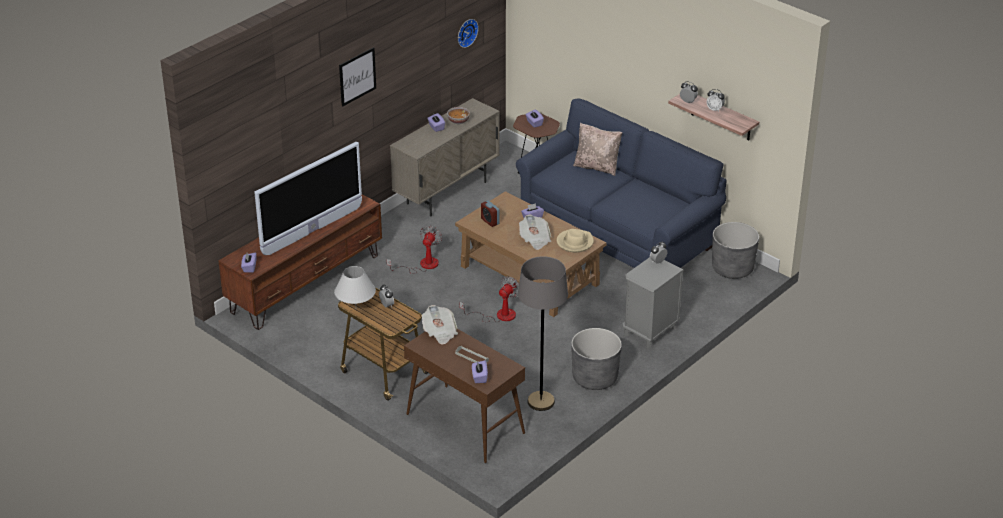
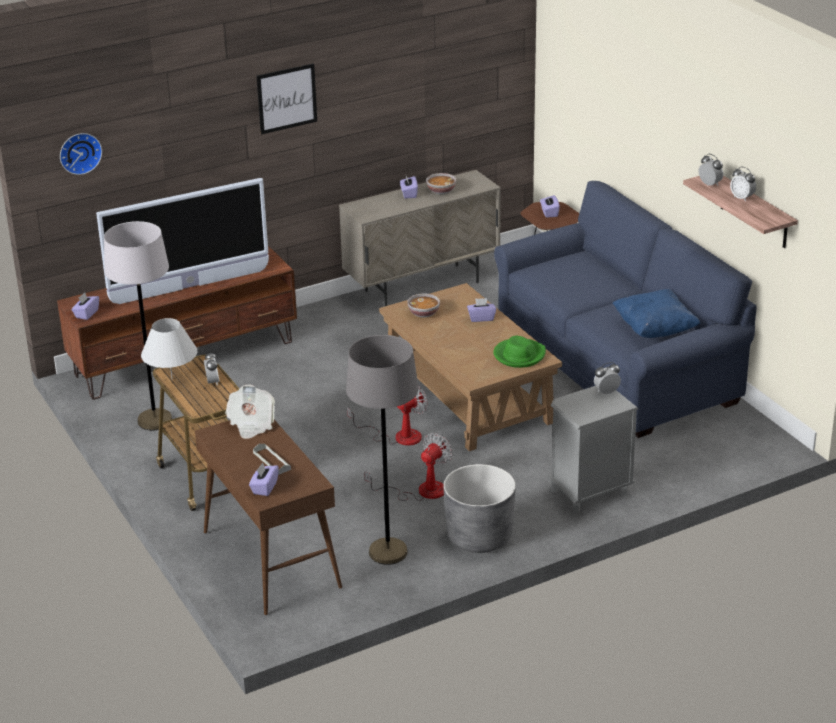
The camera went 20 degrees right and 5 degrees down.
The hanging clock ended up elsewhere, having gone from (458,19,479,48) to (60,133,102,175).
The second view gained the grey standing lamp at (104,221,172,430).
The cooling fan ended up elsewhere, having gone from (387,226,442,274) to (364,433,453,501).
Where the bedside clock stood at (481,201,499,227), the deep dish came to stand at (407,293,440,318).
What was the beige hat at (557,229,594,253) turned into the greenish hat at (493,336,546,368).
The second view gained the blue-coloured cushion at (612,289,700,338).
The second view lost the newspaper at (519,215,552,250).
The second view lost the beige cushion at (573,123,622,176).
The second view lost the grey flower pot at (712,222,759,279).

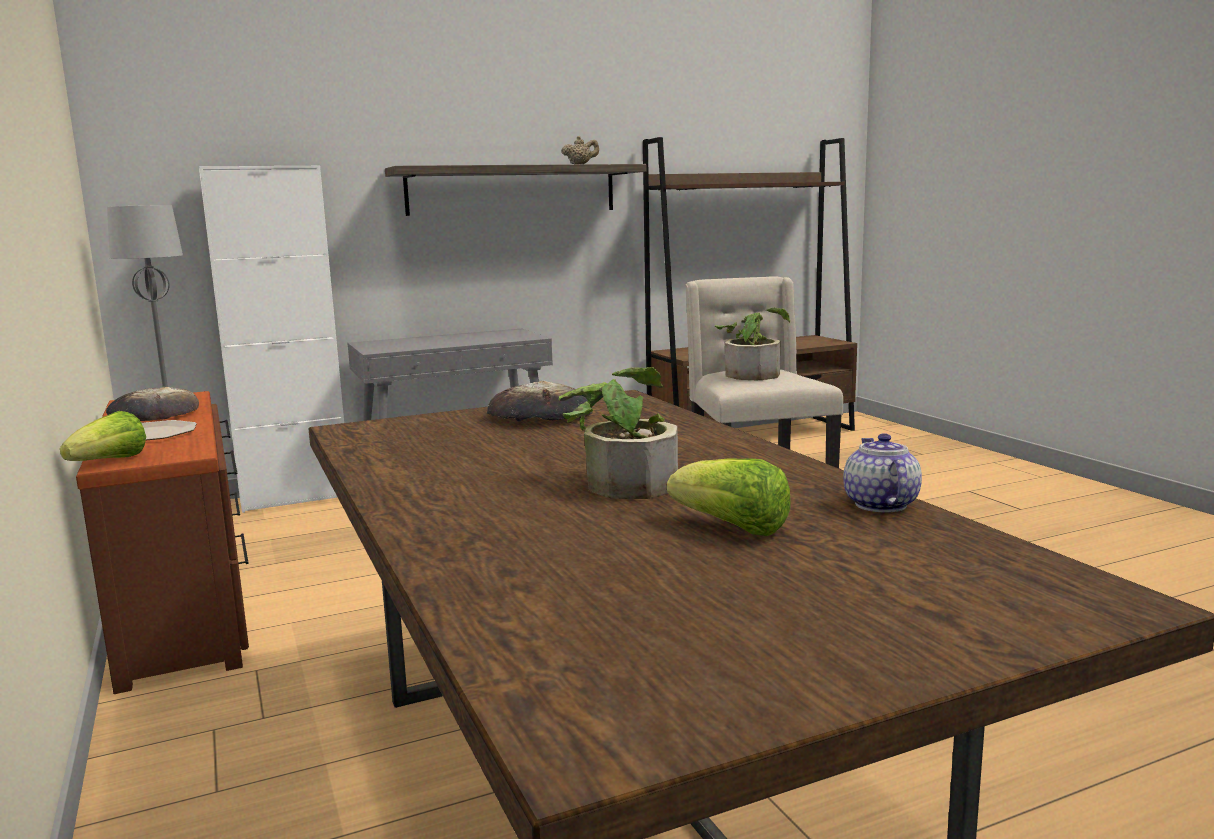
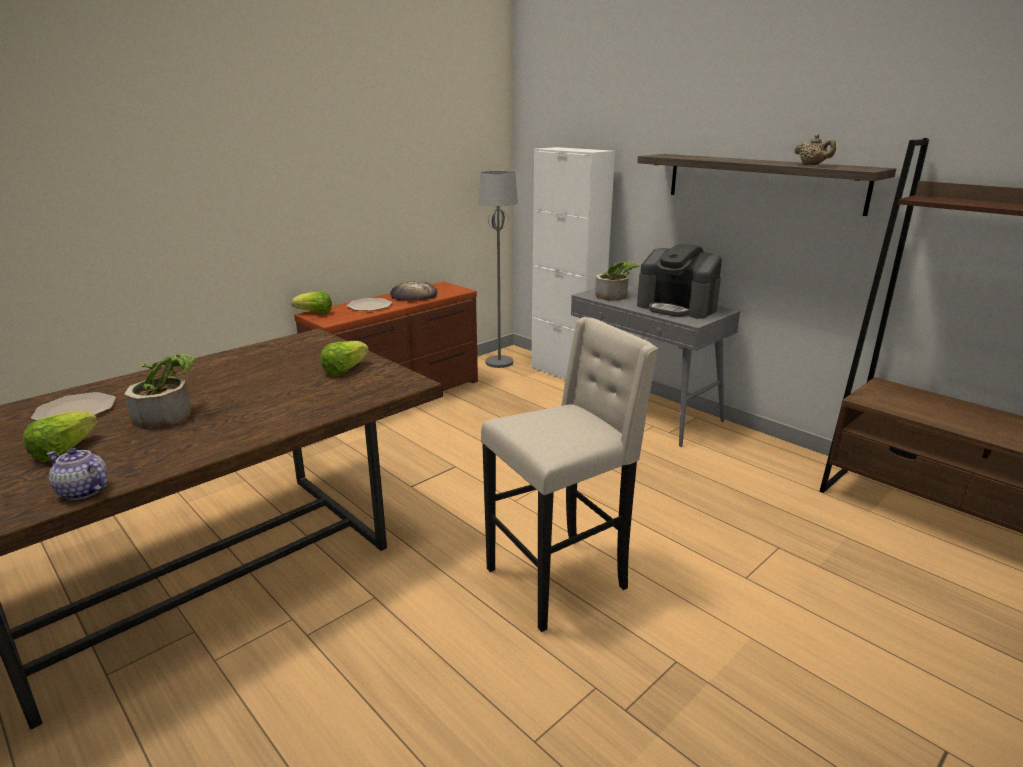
The camera went 70 degrees right and 10 degrees up.
The second view gained the plate at (31,392,116,421).
The pot for tea at (843,433,922,512) ended up facing another way, 135 degrees counterclockwise from before.
Where the bread stood at (487,381,593,422), the lettuce head came to stand at (320,341,369,376).
The potted plant ended up elsewhere, having gone from (715,308,790,380) to (595,260,639,300).
The second view gained the coffee machine at (637,244,722,319).

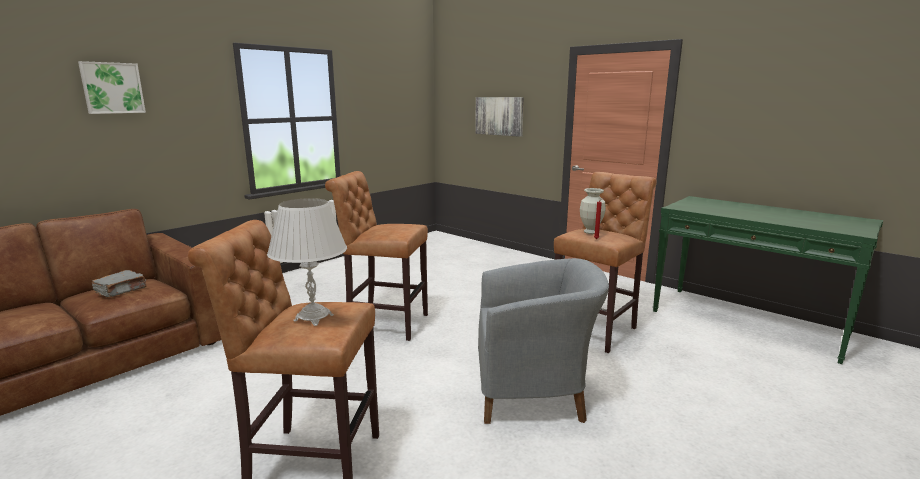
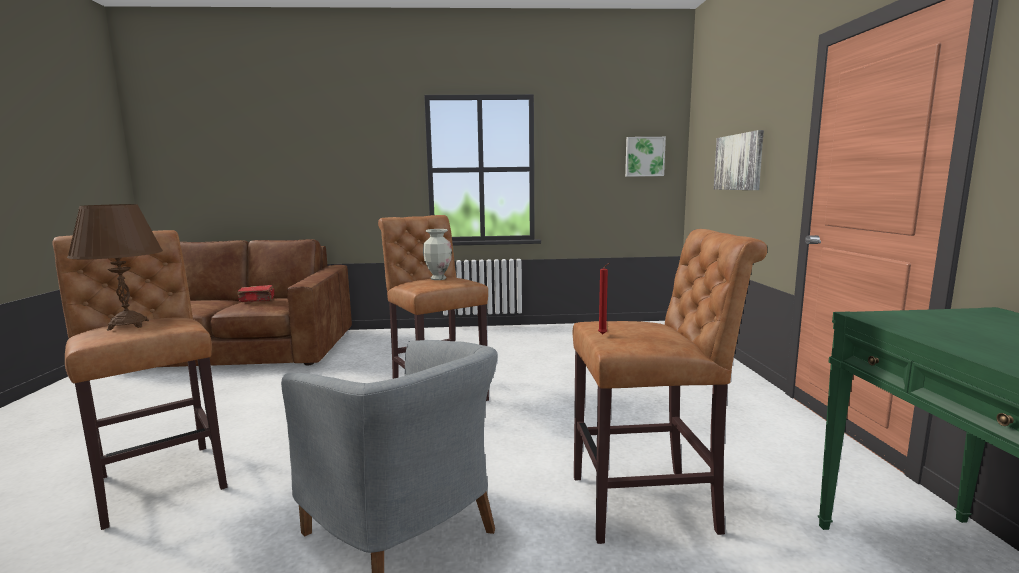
The camera went 45 degrees right and 5 degrees down.
What was the whitish tabletop lamp at (267,198,347,326) turned into the brown-coloured tabletop lamp at (67,204,163,331).
What was the grey bound book at (92,270,147,297) turned into the red bound book at (237,285,274,302).
The vase ended up elsewhere, having gone from (580,188,606,234) to (423,229,452,280).
The wall picture ended up elsewhere, having gone from (78,61,146,114) to (625,137,666,177).

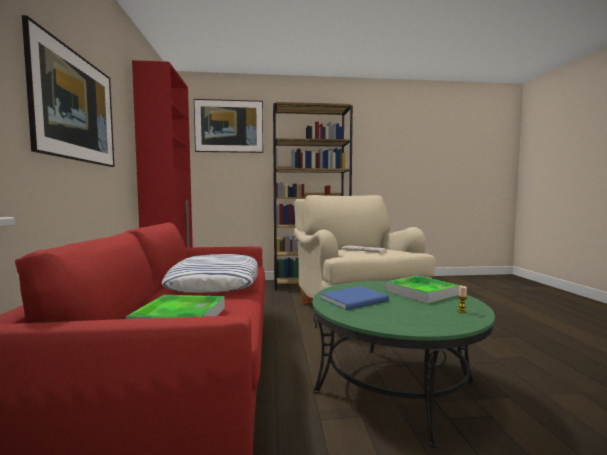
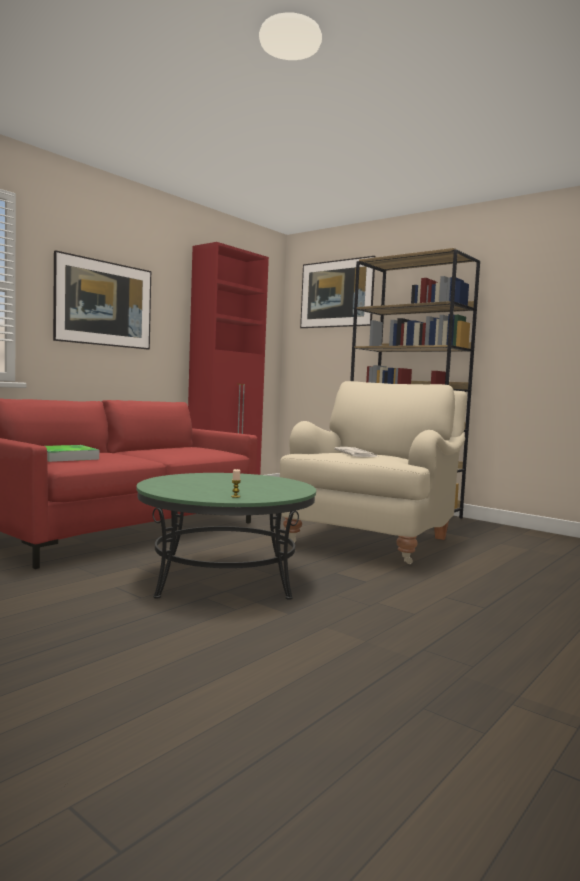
The camera went 45 degrees right and 0 degrees up.
The second view lost the cushion at (161,254,258,293).
The second view lost the blue-coloured bound book at (320,286,389,310).
The second view lost the carrying tray at (386,275,460,304).

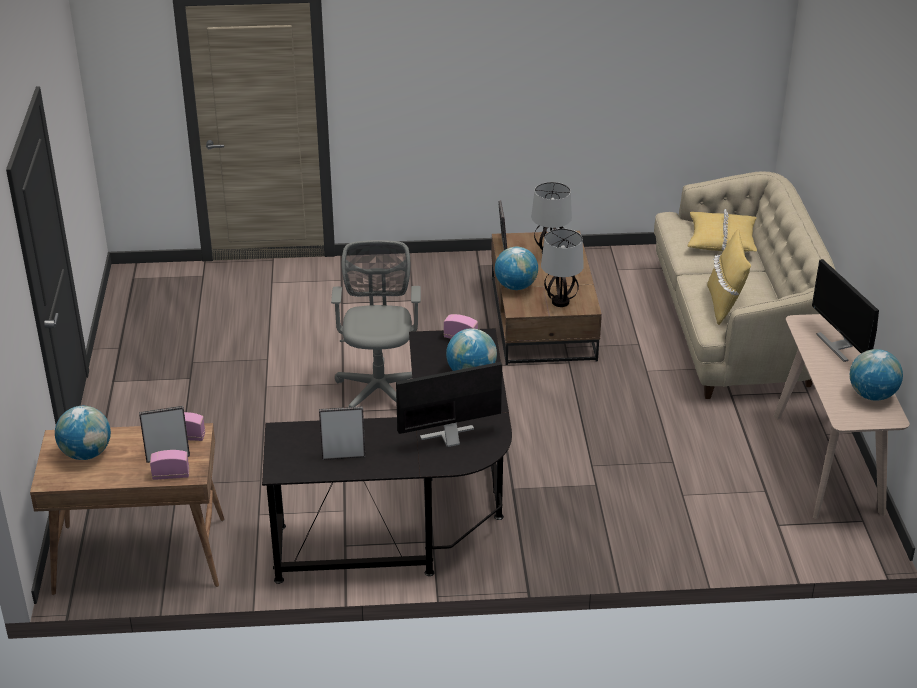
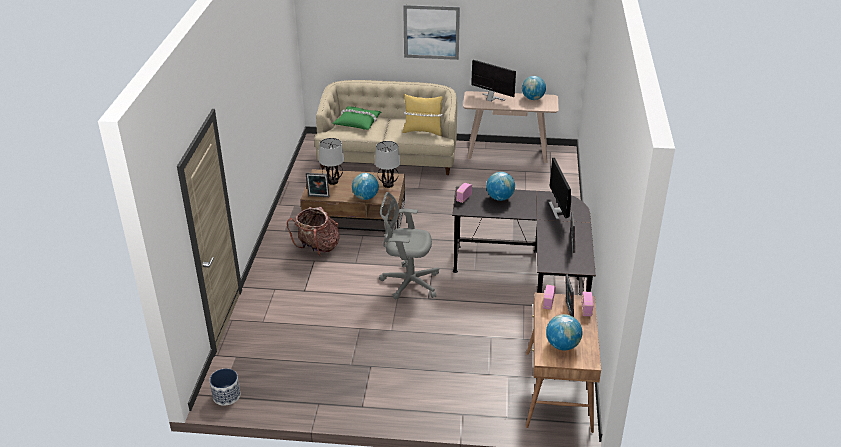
The camera went 80 degrees left and 0 degrees up.
The second view gained the flower pot at (209,369,241,406).
The second view gained the backpack at (287,207,339,256).
What was the yellow-coloured cushion at (687,209,757,252) turned into the greenish cushion at (333,106,381,130).
The second view gained the wall picture at (403,5,460,60).
The computer screen at (812,259,879,362) ended up facing another way, 135 degrees counterclockwise from before.

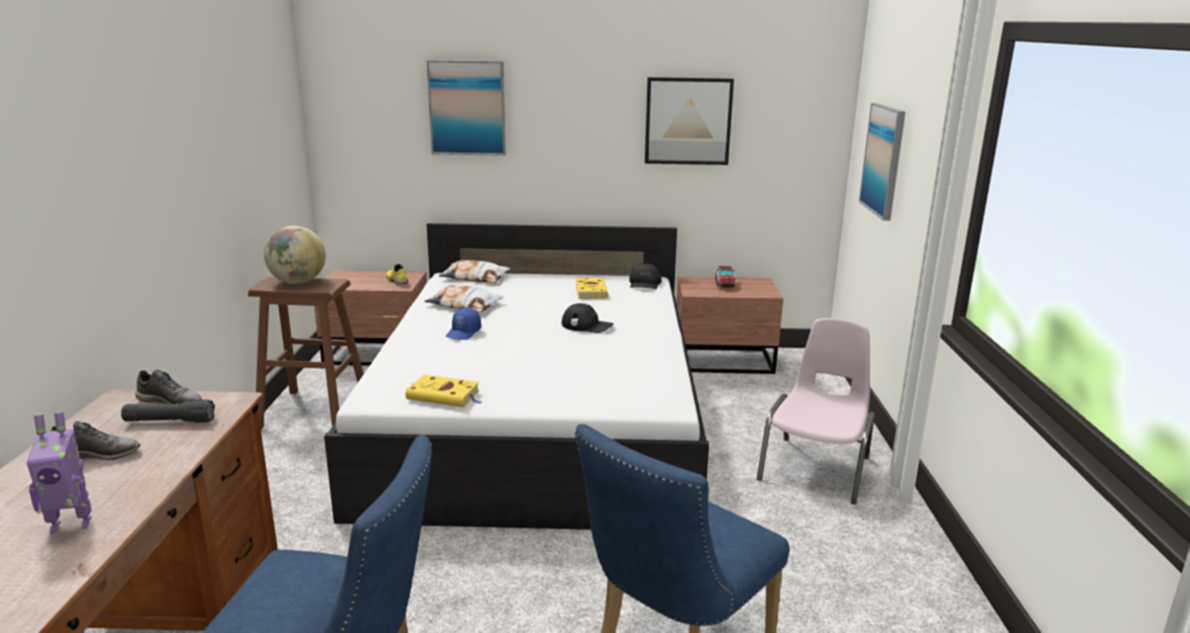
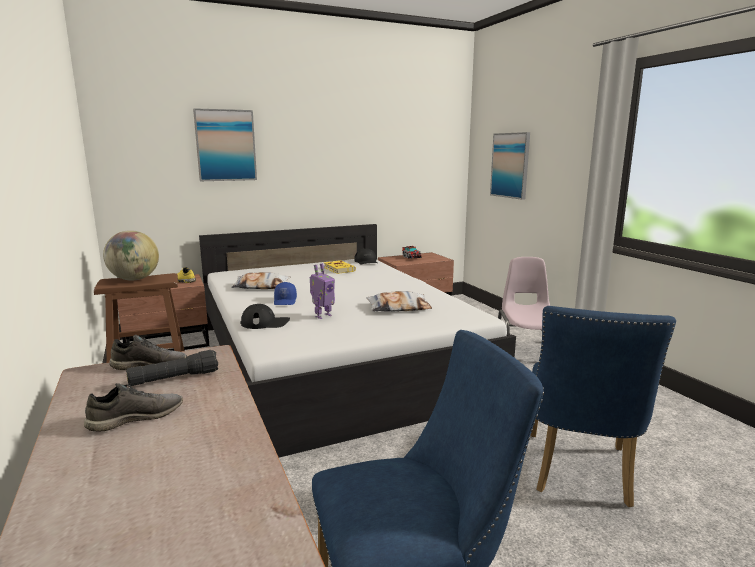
The camera went 25 degrees left and 5 degrees down.
The blackish baseball cap ended up elsewhere, having gone from (562,303,614,333) to (240,304,290,329).
The toy robot ended up elsewhere, having gone from (27,412,91,534) to (310,263,335,319).
The cushion ended up elsewhere, having gone from (439,260,510,283) to (366,291,432,312).
The second view lost the yellow-coloured bound book at (406,375,482,407).
The second view lost the wall picture at (645,77,734,165).

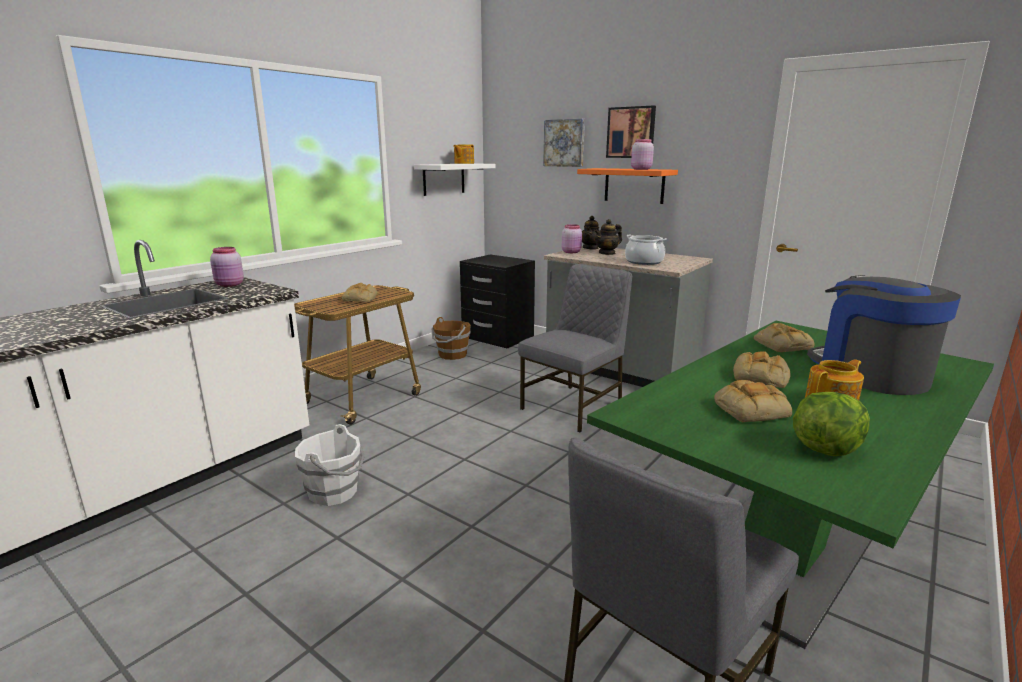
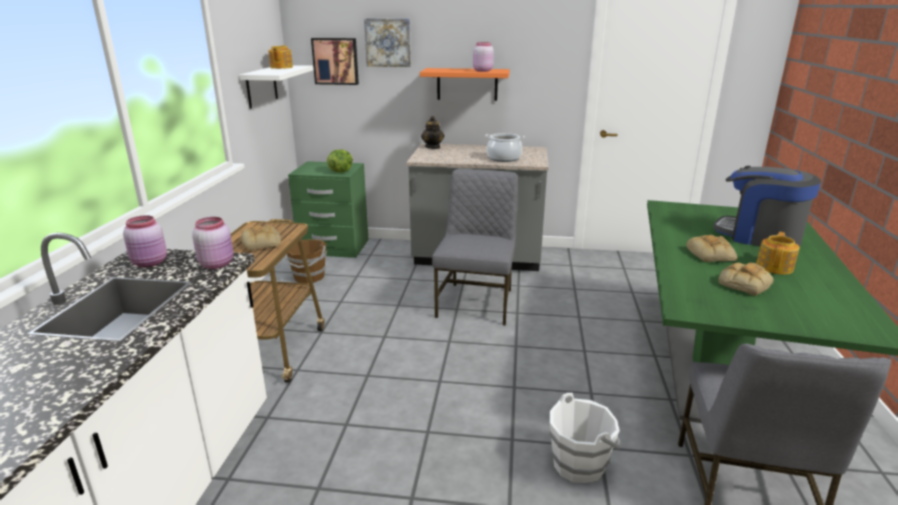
The camera went 30 degrees left and 5 degrees up.
The pinkish jar ended up elsewhere, having gone from (562,224,582,253) to (192,217,233,269).
What was the blackish nightstand at (460,254,535,348) turned into the greenish nightstand at (288,161,369,258).
The wall picture ended up elsewhere, having gone from (606,106,656,158) to (311,38,359,85).
The lettuce head ended up elsewhere, having gone from (793,392,870,456) to (327,150,353,173).
The whitish pail ended up elsewhere, having gone from (295,424,365,506) to (549,393,620,483).
The second view lost the pot for tea at (594,219,622,255).
The second view lost the bread at (754,323,815,352).

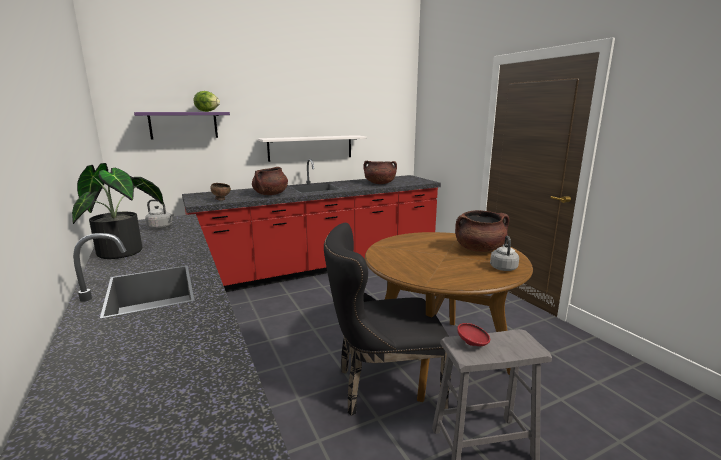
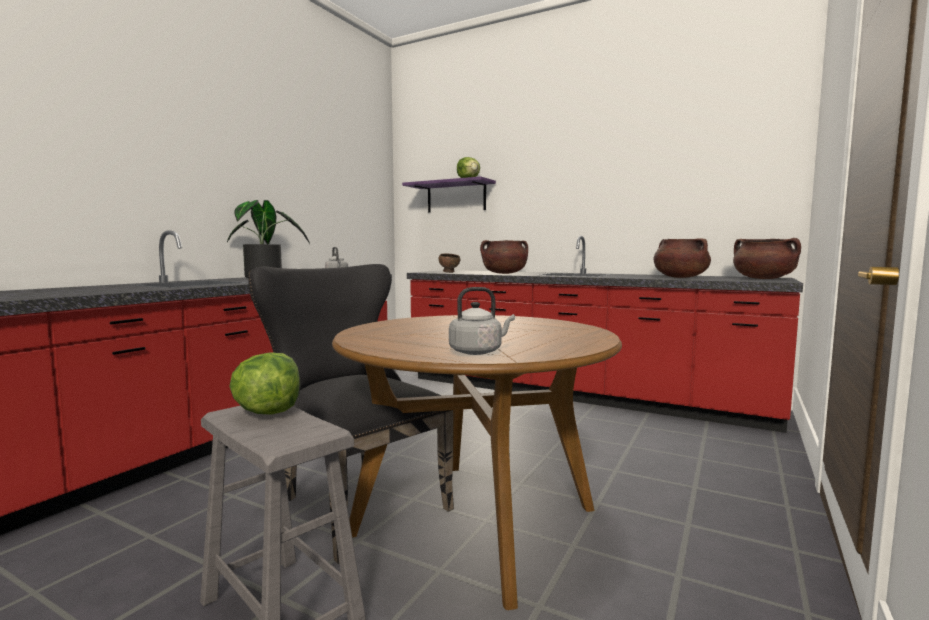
The camera went 55 degrees right and 10 degrees down.
Where the red deep dish stood at (457,323,490,346), the lettuce head came to stand at (229,352,300,415).
The brown-coloured stockpot ended up elsewhere, having gone from (455,210,509,252) to (733,238,801,279).
The second view lost the whitish shelf at (258,135,366,162).

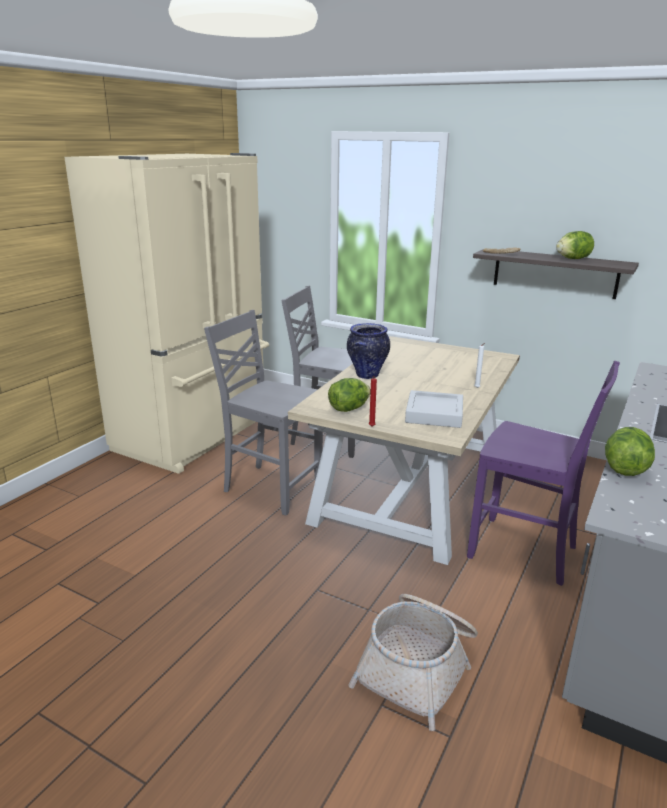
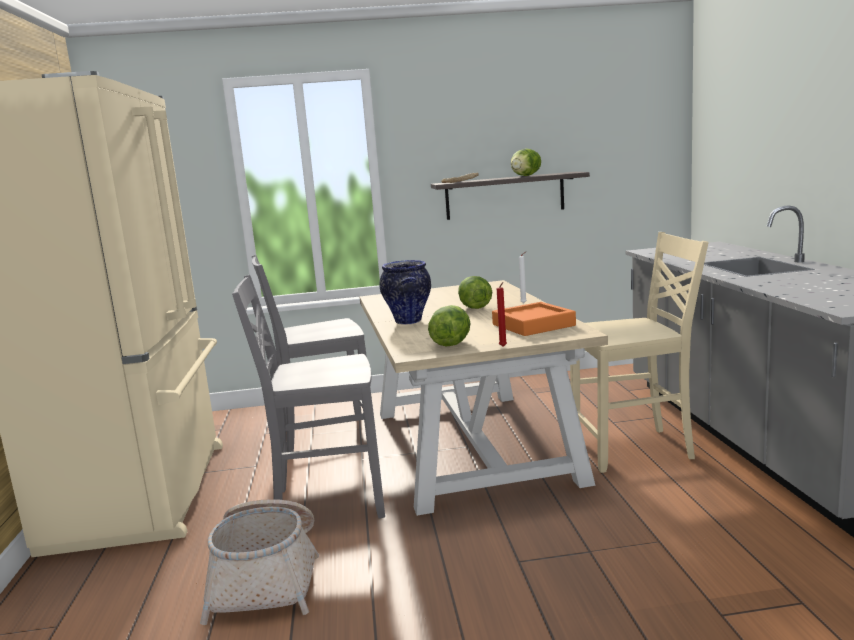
The camera went 35 degrees left and 10 degrees down.
The storage basket ended up elsewhere, having gone from (348,594,478,731) to (200,499,319,625).
The lettuce head ended up elsewhere, having gone from (605,427,655,476) to (458,276,492,309).
What was the grey carrying tray at (405,390,463,428) turned into the orangey carrying tray at (492,302,576,336).
What was the purplish plain chair at (467,361,620,586) turned into the beige plain chair at (570,232,708,473).

